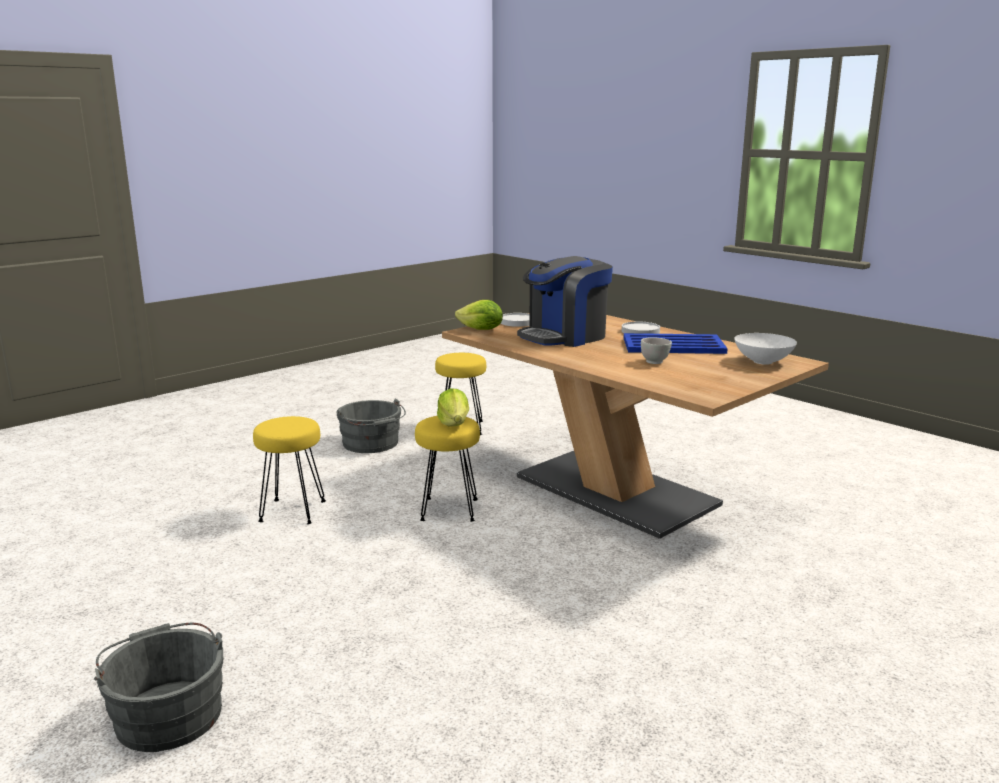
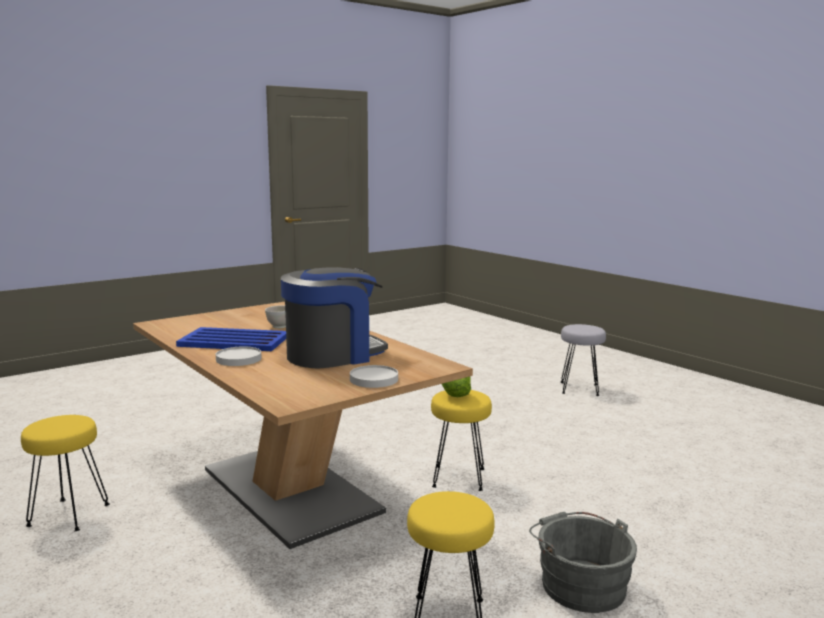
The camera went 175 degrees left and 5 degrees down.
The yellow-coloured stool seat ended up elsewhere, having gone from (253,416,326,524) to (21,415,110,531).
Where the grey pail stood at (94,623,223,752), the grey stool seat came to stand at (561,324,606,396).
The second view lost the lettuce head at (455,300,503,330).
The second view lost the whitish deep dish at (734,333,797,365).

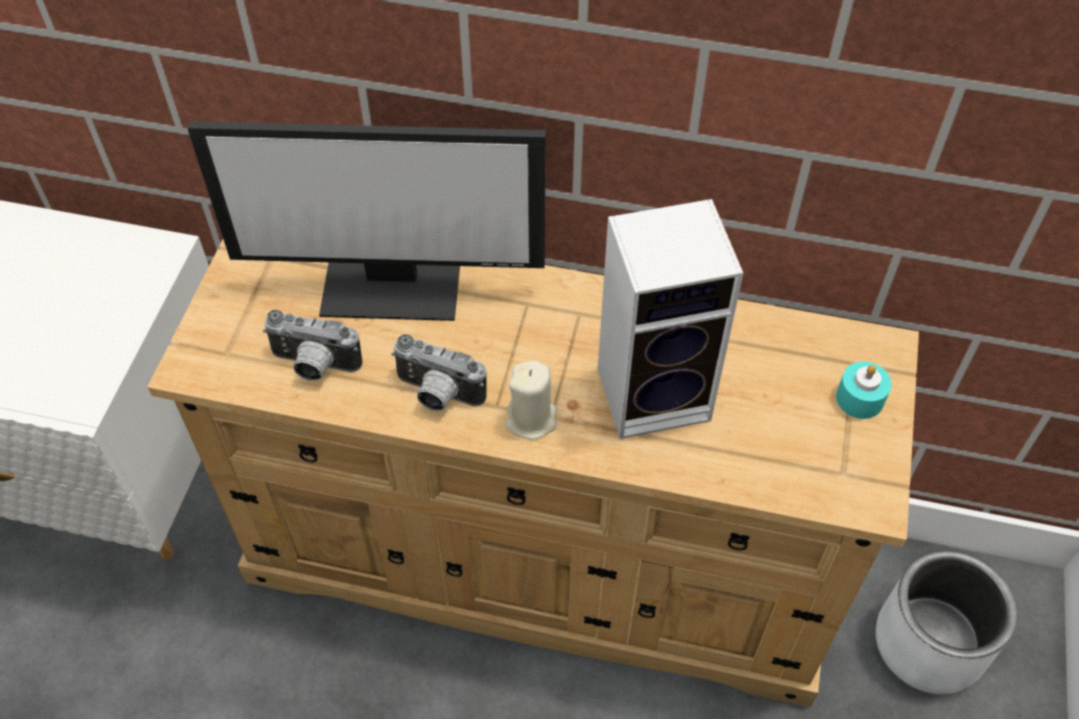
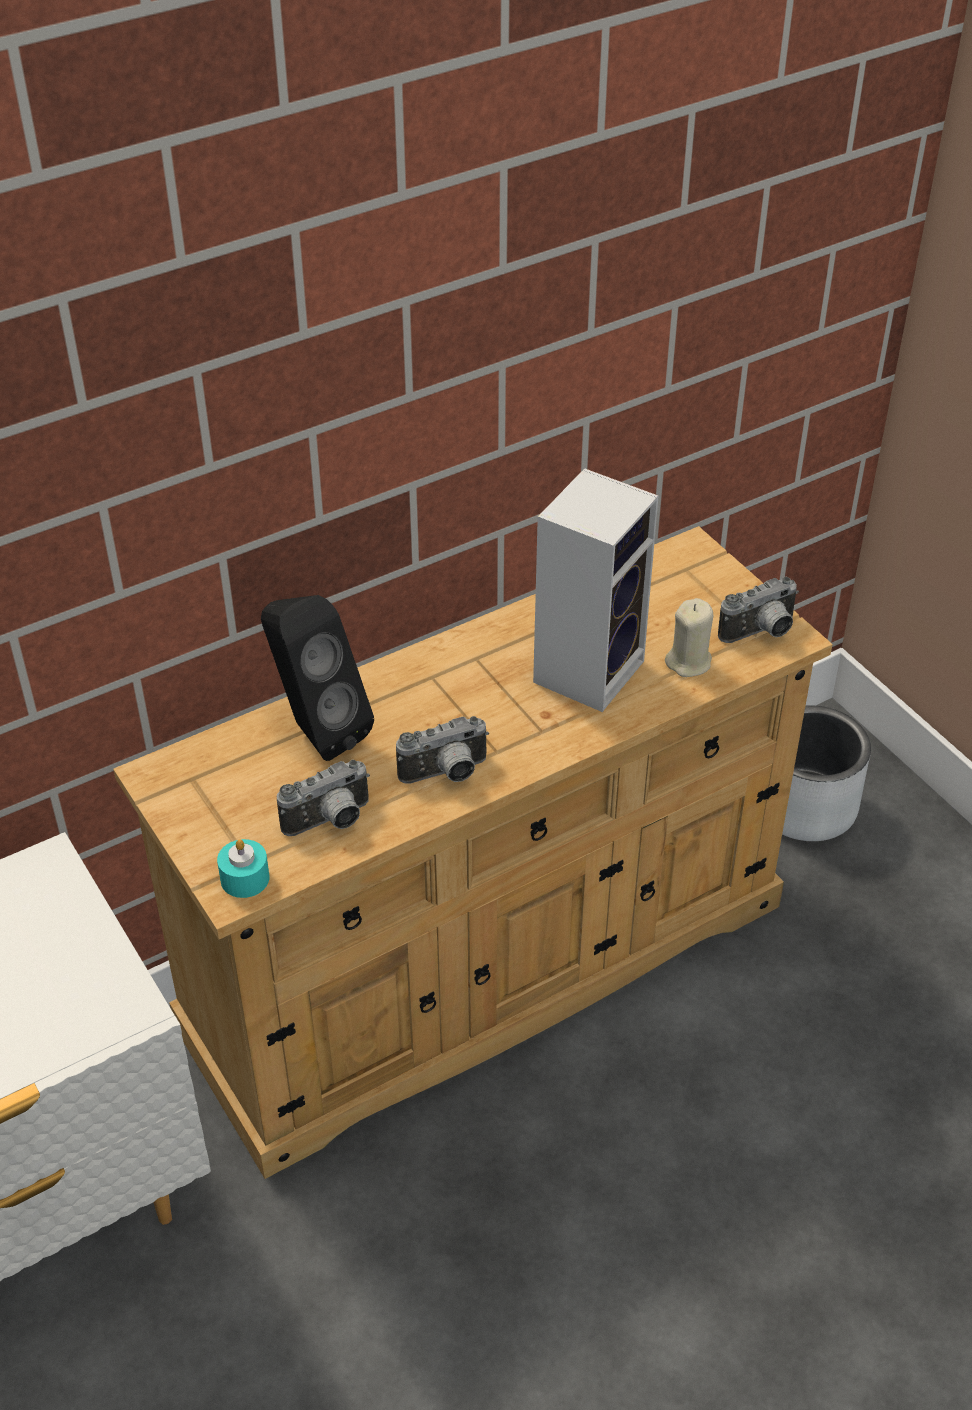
The camera went 45 degrees left and 10 degrees down.
The turquoise candle ended up elsewhere, having gone from (836,361,892,419) to (217,839,269,898).
Where the computer screen stood at (187,121,546,321), the blackish audio speaker came to stand at (261,595,374,761).
The beige candle ended up elsewhere, having gone from (506,360,558,440) to (665,598,713,677).
The second view gained the photo camera at (718,577,799,643).

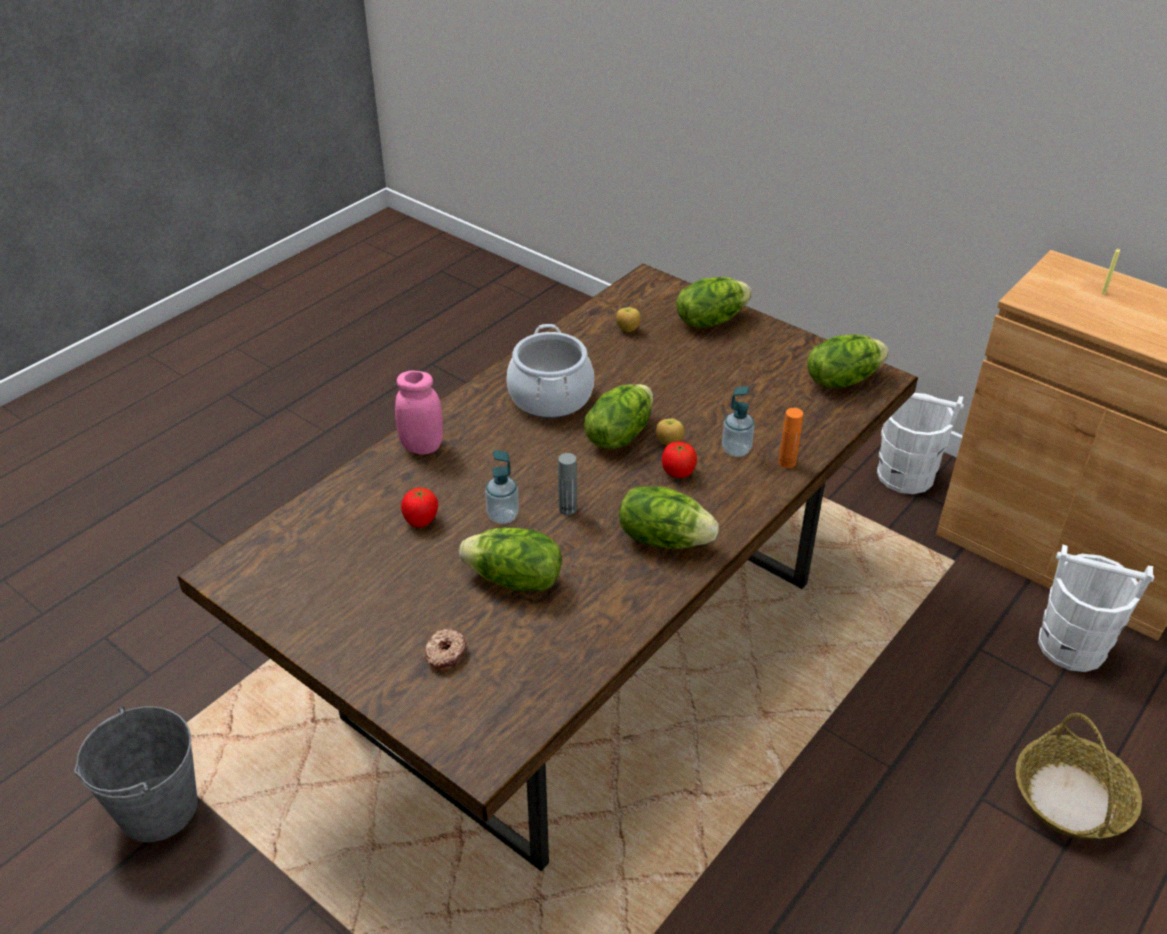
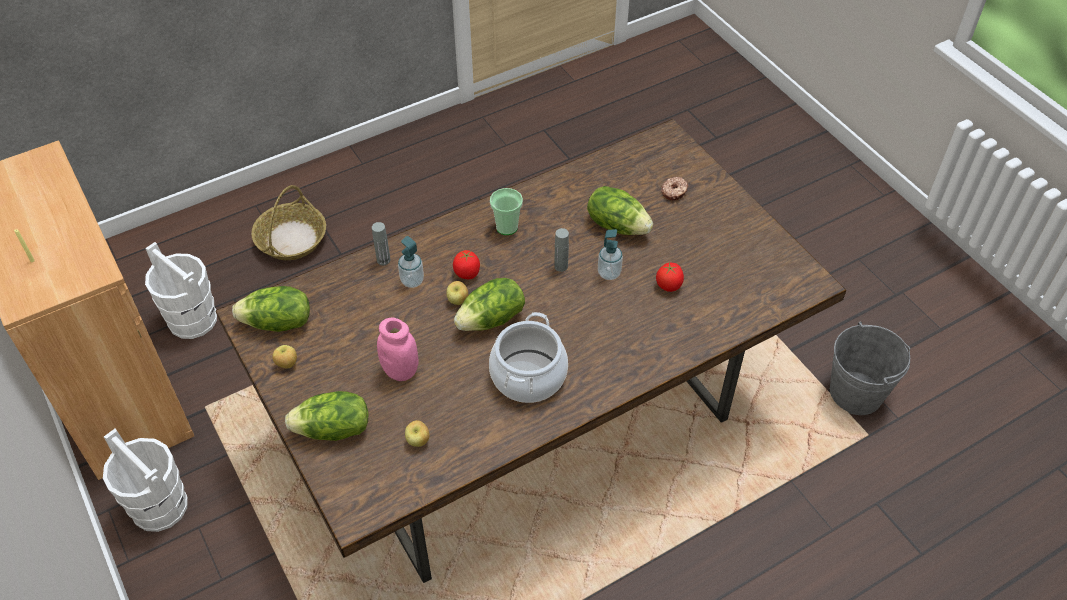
The camera went 160 degrees left and 10 degrees up.
The second view gained the apple fruit at (272,345,297,368).
What was the orangey bottle at (779,408,803,468) turned into the grey bottle at (372,222,390,265).
The pinkish jar ended up elsewhere, having gone from (395,370,443,455) to (377,318,419,381).
Where the lettuce head stood at (619,486,719,549), the drinking cup came to stand at (490,188,523,235).

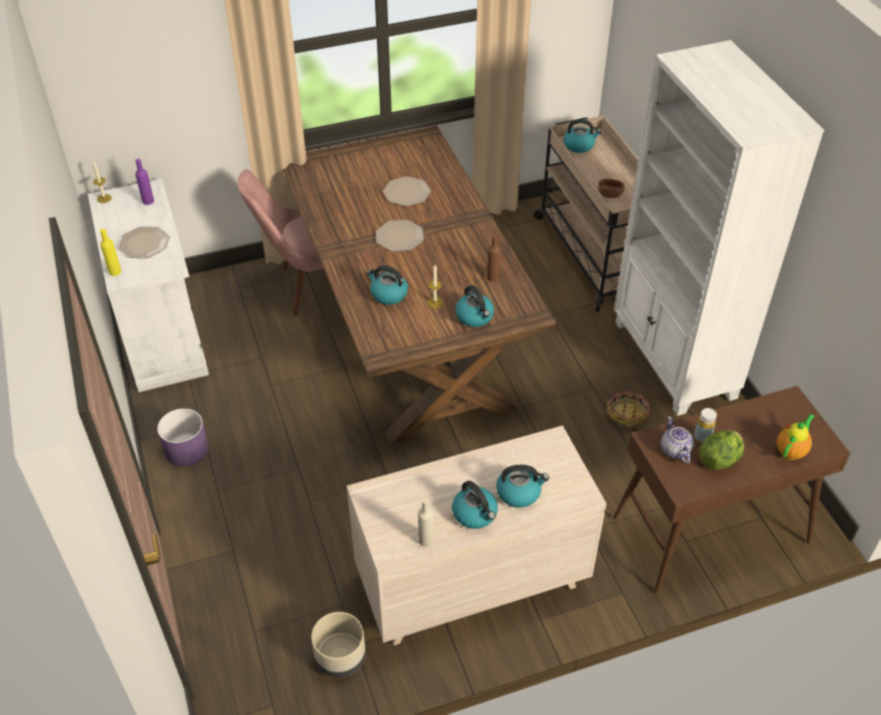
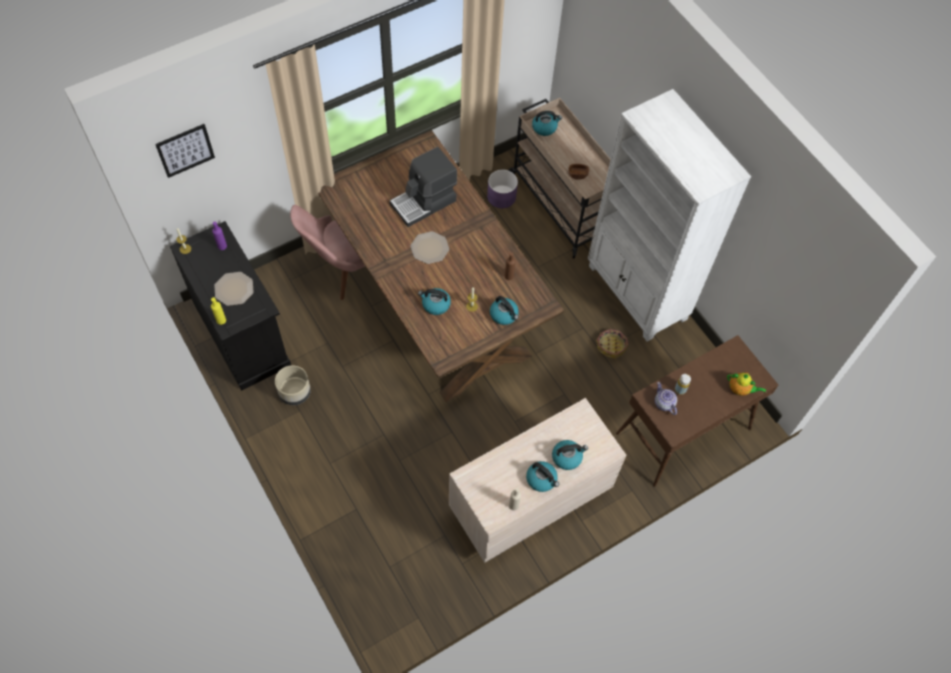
The camera went 15 degrees left and 15 degrees up.
The second view gained the wall picture at (155,124,215,178).
What was the whitish cabinet at (88,179,209,392) turned into the blackish cabinet at (170,221,291,391).
The beige flower pot ended up elsewhere, having gone from (311,612,366,678) to (275,365,311,405).
Where the plate stood at (383,176,431,206), the coffee machine came to stand at (390,147,457,227).
The purplish flower pot ended up elsewhere, having gone from (157,408,209,467) to (487,170,518,208).
The pot for tea at (777,414,814,460) ended up facing another way, 90 degrees clockwise from before.
The second view lost the lettuce head at (699,430,744,470).

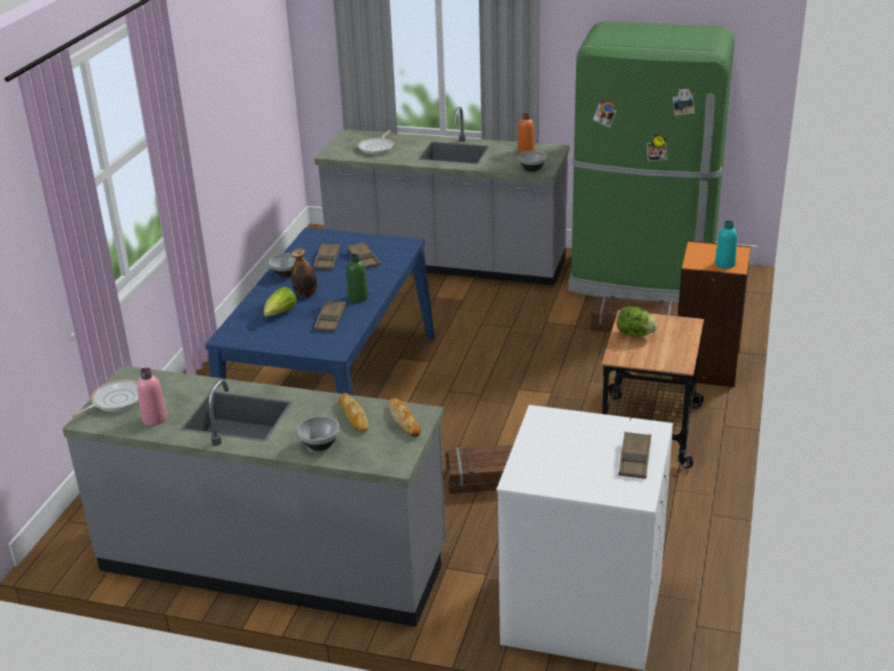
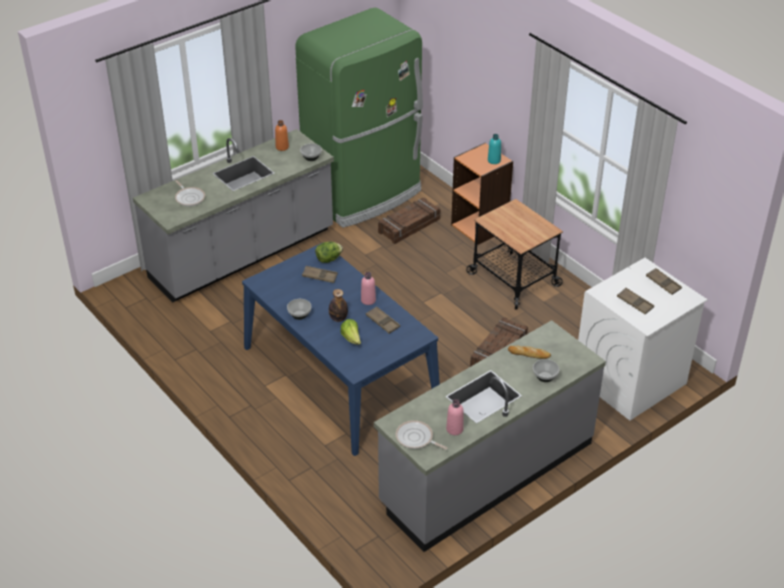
The camera went 55 degrees left and 10 degrees up.
The lettuce head ended up elsewhere, having gone from (617,306,658,337) to (315,242,343,263).
What was the greenish bottle at (347,254,368,302) turned into the pinkish bottle at (361,272,376,305).
The frying pan at (71,379,139,418) ended up facing another way, 45 degrees counterclockwise from before.
The brown-coloured carrying tray ended up elsewhere, having gone from (313,243,341,270) to (617,288,654,314).
The second view lost the bread at (389,399,421,437).

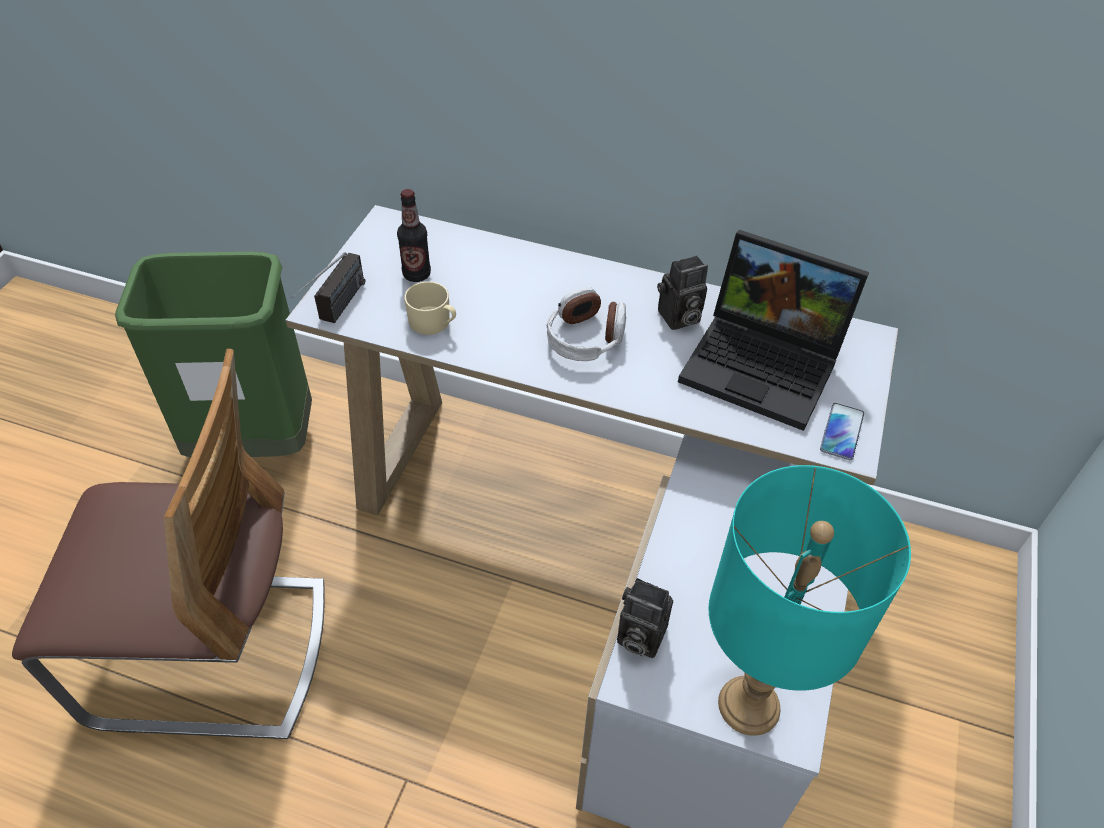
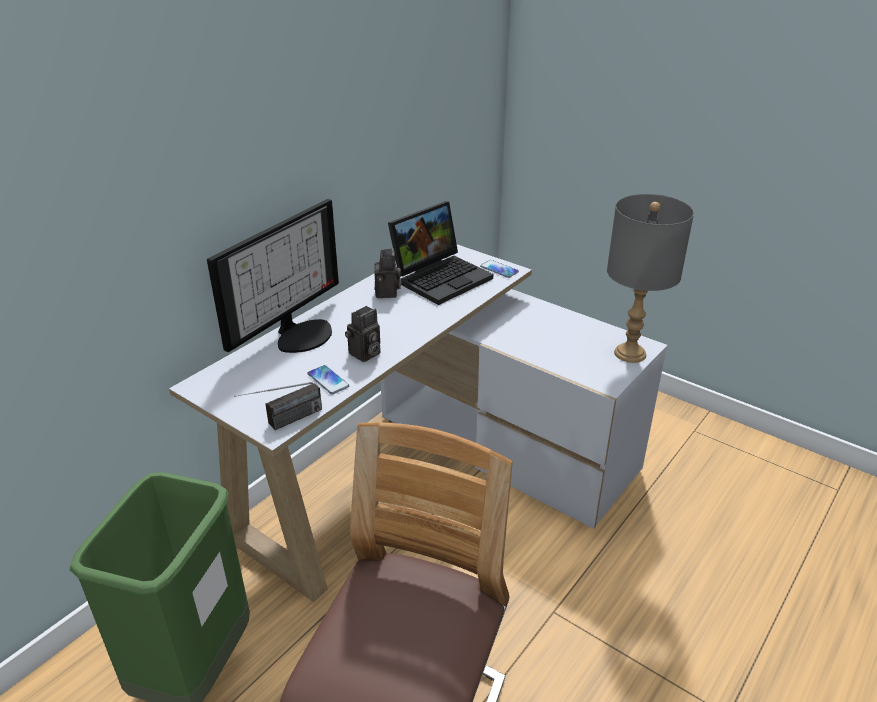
The camera went 70 degrees left and 15 degrees down.
The second view gained the computer screen at (207,199,339,353).
The radio receiver at (291,252,365,323) ended up facing another way, 105 degrees clockwise from before.
Where the beige mug stood at (404,281,456,335), the phone came to stand at (307,365,349,394).
The photo camera ended up elsewhere, having gone from (617,578,673,658) to (345,306,381,362).
What was the turquoise tabletop lamp at (709,465,911,736) turned into the grey tabletop lamp at (607,194,694,363).
The second view lost the bottle at (397,189,431,282).
The second view lost the headphones at (546,287,626,361).

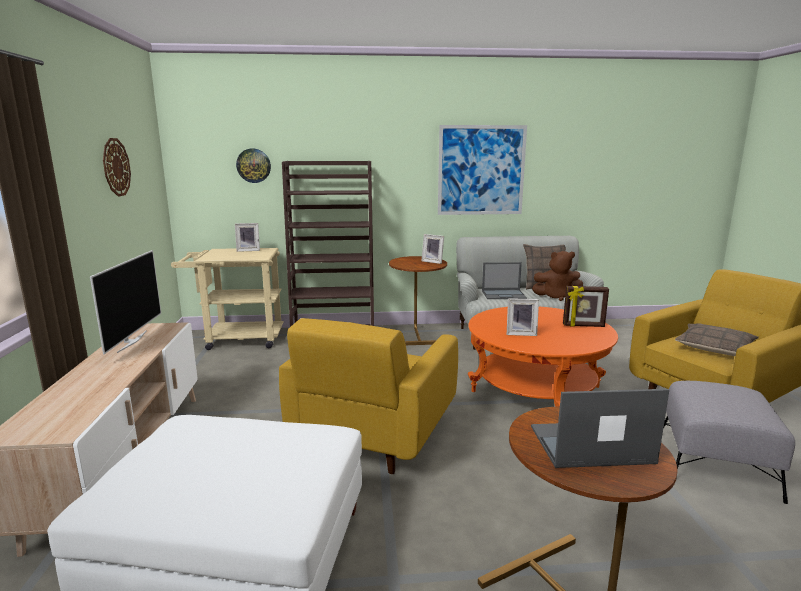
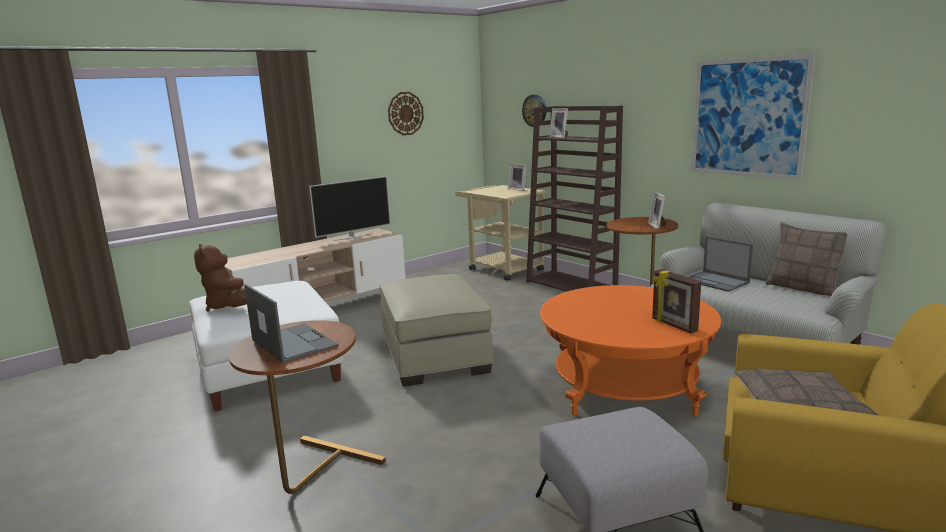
The camera went 55 degrees right and 0 degrees up.
The brown-coloured soft toy ended up elsewhere, having gone from (532,251,583,301) to (194,244,247,312).
Where the yellow-coloured armchair stood at (279,318,458,474), the beige ottoman came to stand at (380,274,494,387).
The photo frame ended up elsewhere, having gone from (507,298,539,336) to (549,108,568,138).

